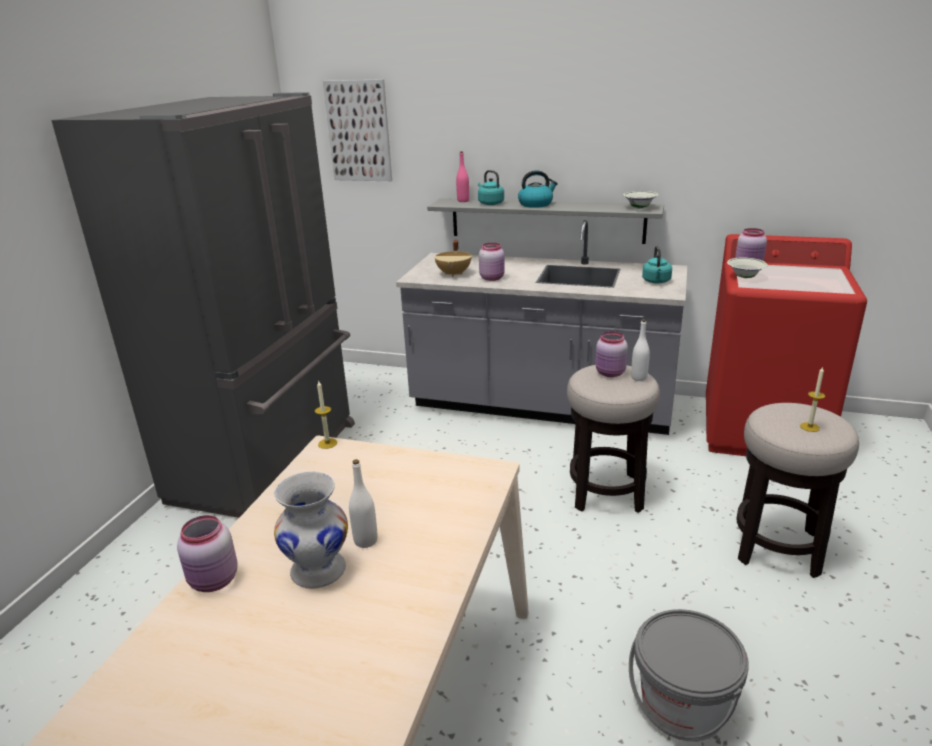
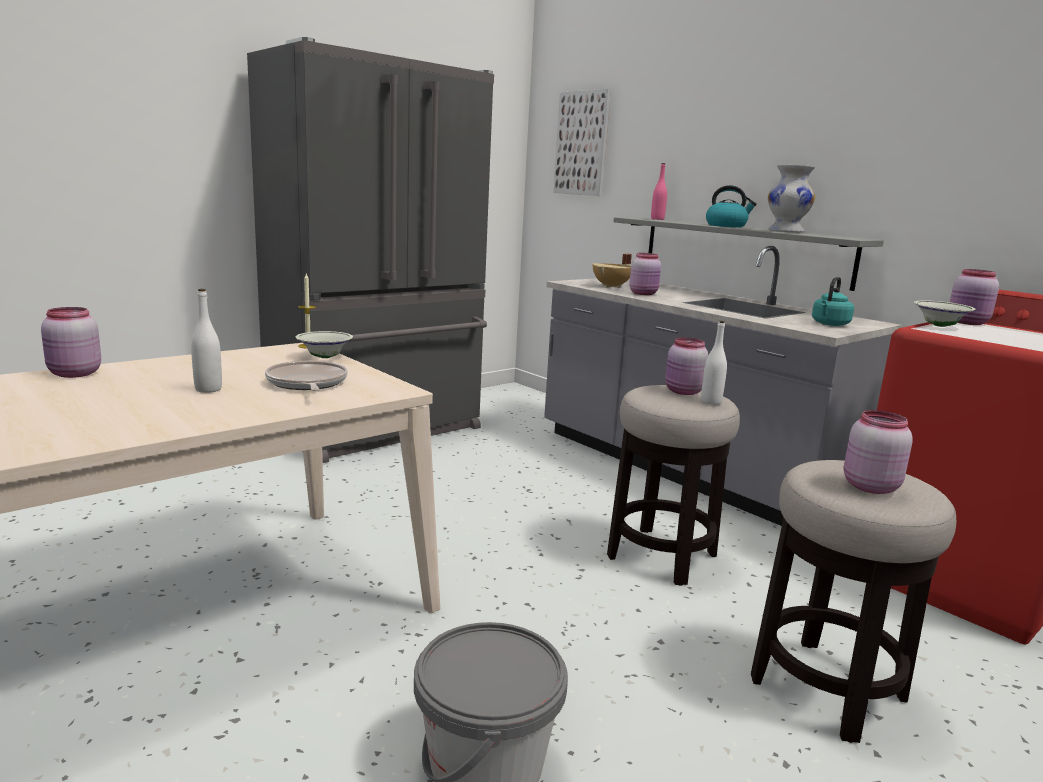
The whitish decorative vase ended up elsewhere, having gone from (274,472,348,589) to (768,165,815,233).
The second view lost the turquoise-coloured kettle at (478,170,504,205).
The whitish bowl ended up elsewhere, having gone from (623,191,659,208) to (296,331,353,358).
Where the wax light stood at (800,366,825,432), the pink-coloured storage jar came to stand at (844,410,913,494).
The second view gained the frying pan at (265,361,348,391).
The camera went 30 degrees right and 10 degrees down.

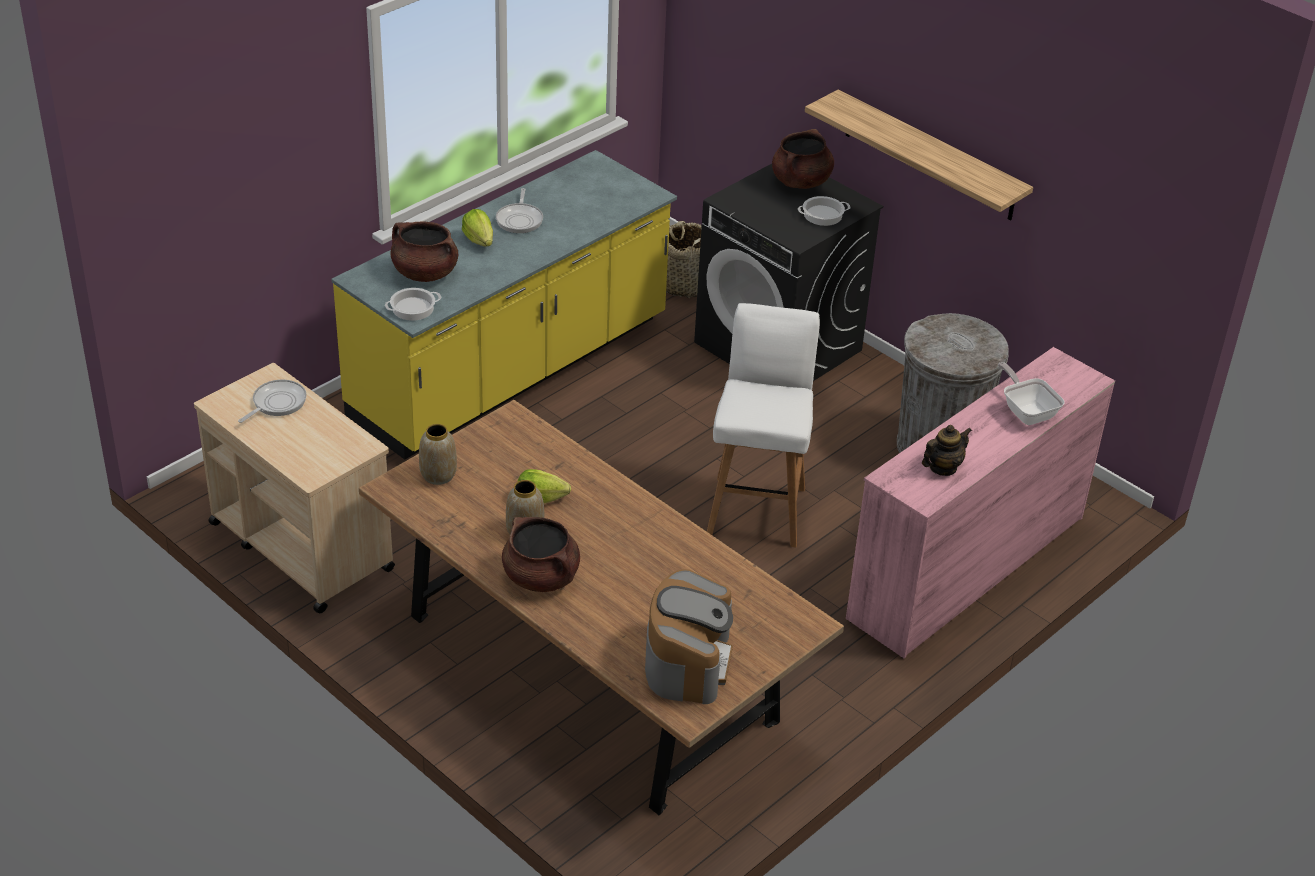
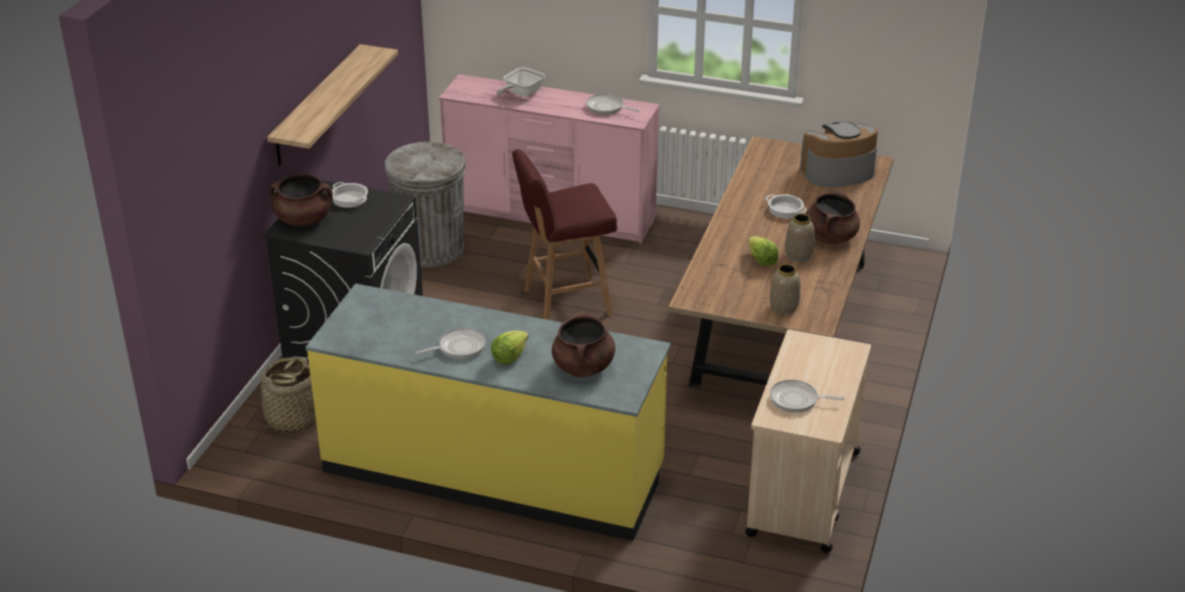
The cooking pot ended up elsewhere, having gone from (385,288,441,321) to (765,194,806,219).
What was the whitish sitting stool at (707,303,820,548) turned into the red sitting stool at (512,149,617,320).
Where the tea pot stood at (922,425,972,476), the frying pan came to stand at (586,94,640,115).
The camera went 115 degrees left and 5 degrees down.

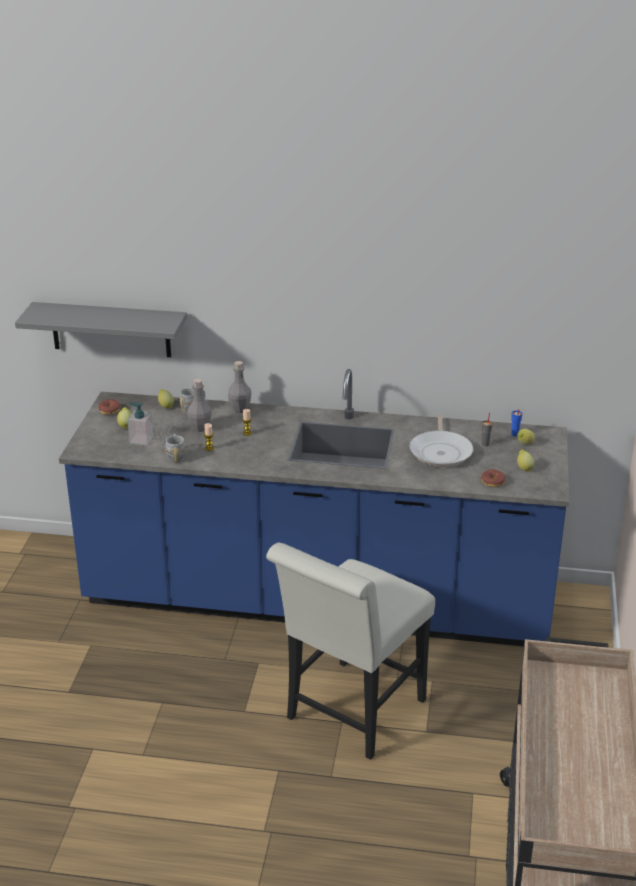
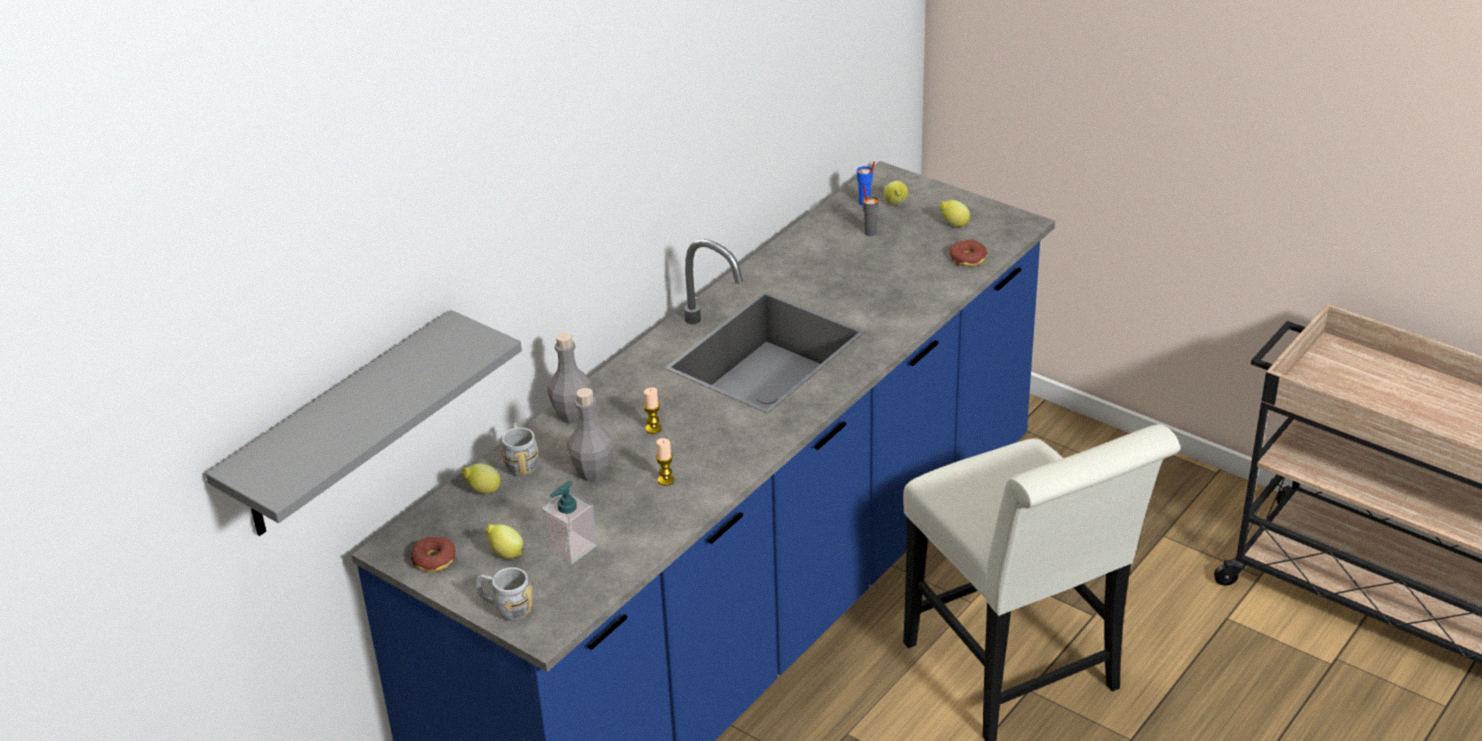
The grey tea mug ended up elsewhere, having gone from (165,434,186,463) to (475,567,532,621).
The second view lost the frying pan at (410,414,473,467).
The camera went 60 degrees left and 5 degrees up.

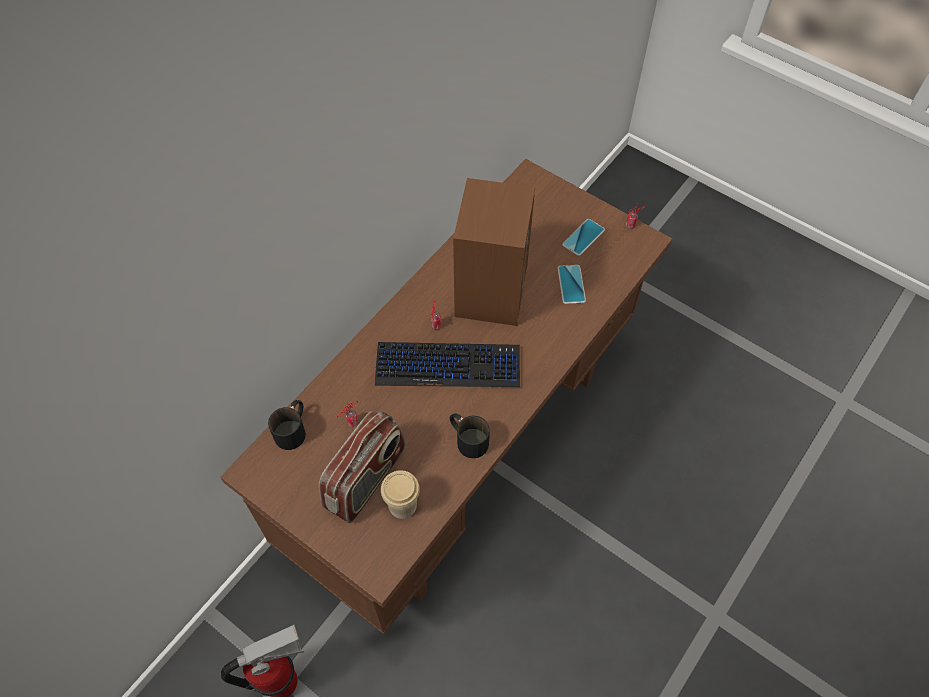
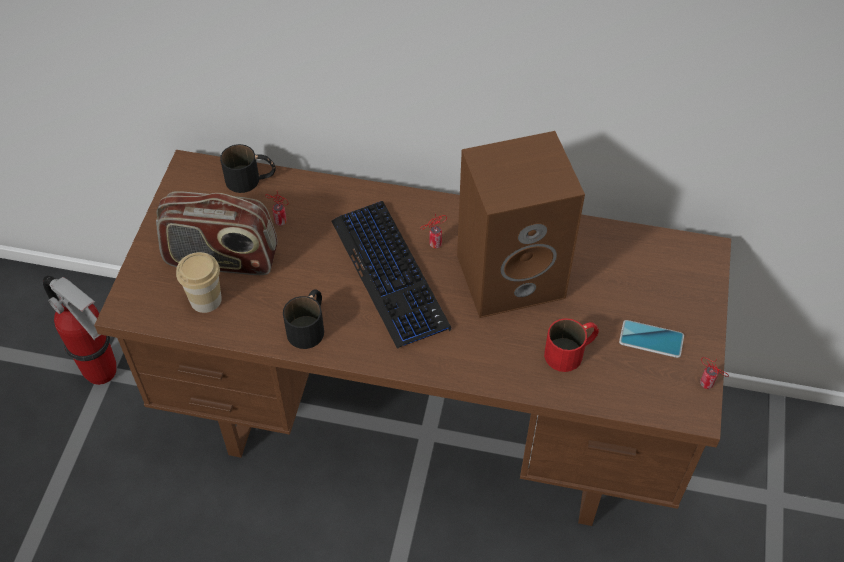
Where the phone stood at (558,265,586,304), the red tea mug came to stand at (544,318,599,372).
The camera went 65 degrees right and 5 degrees down.

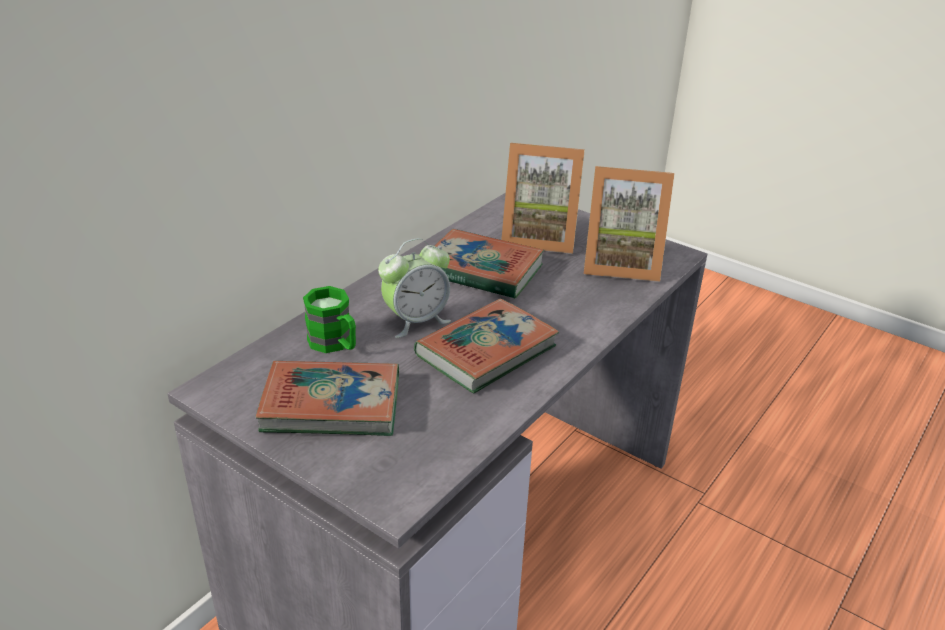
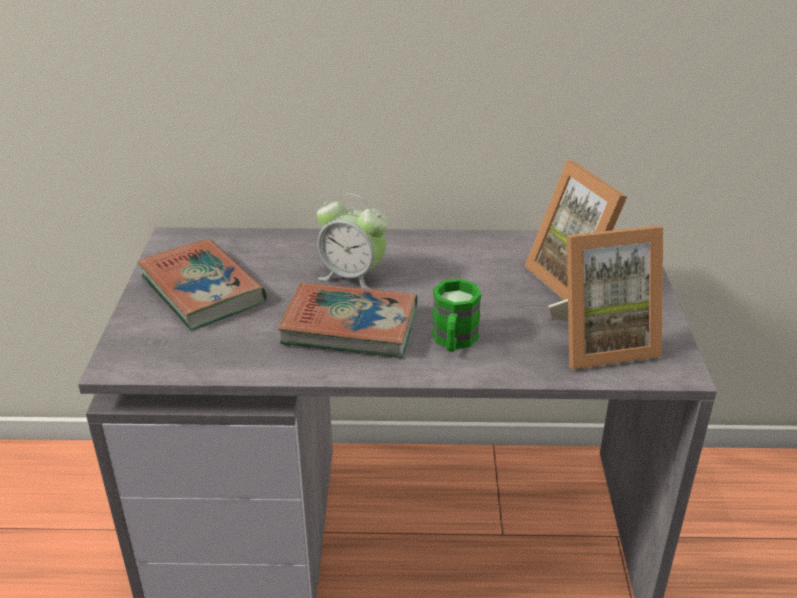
The green tea mug ended up elsewhere, having gone from (303,286,356,353) to (432,279,482,352).
The second view lost the volume at (435,229,544,299).
The standing frame at (584,166,674,282) ended up facing another way, 75 degrees counterclockwise from before.
The camera went 55 degrees right and 0 degrees up.

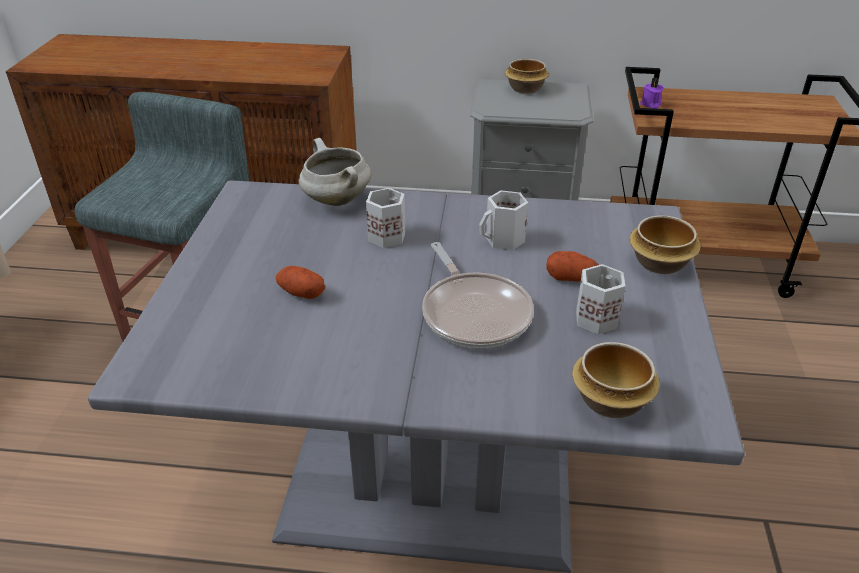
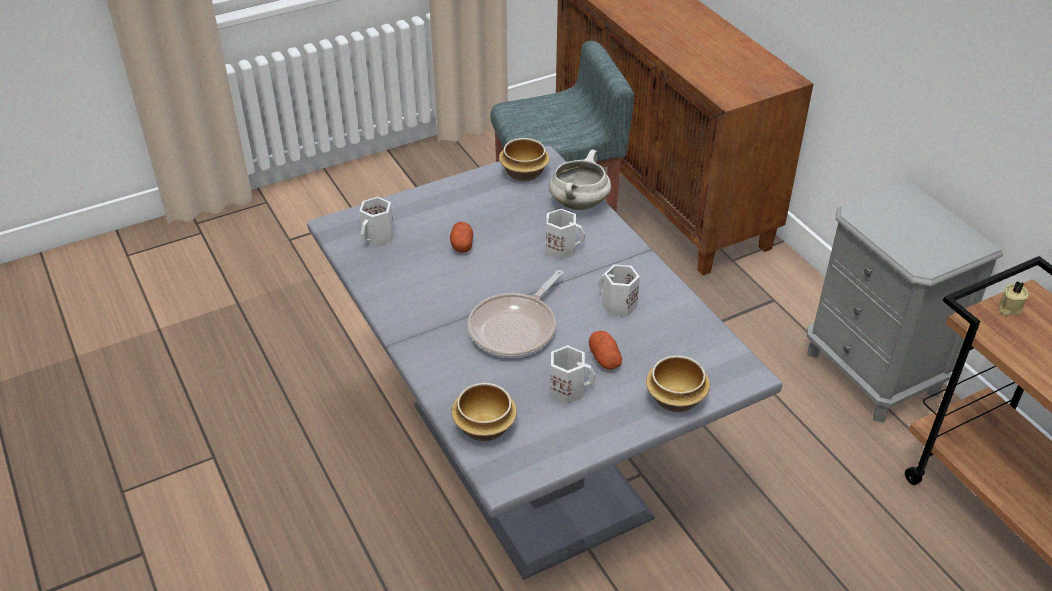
The bowl ended up elsewhere, having gone from (505,59,549,94) to (499,138,550,181).
What was the purple-coloured wax light at (640,78,664,109) turned into the sand-coloured wax light at (998,281,1029,316).
The second view gained the whitish tea mug at (359,197,394,247).
The camera went 55 degrees right and 5 degrees up.

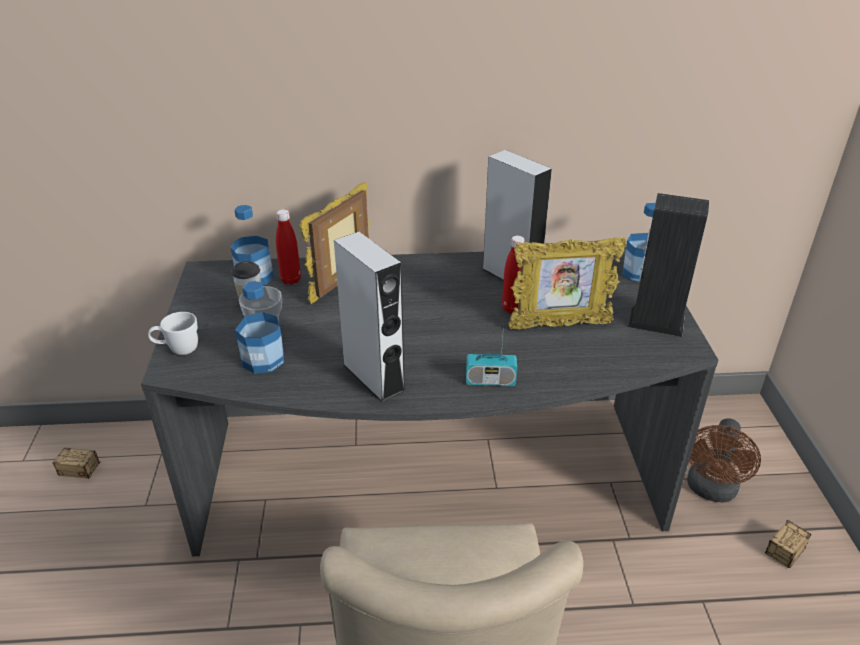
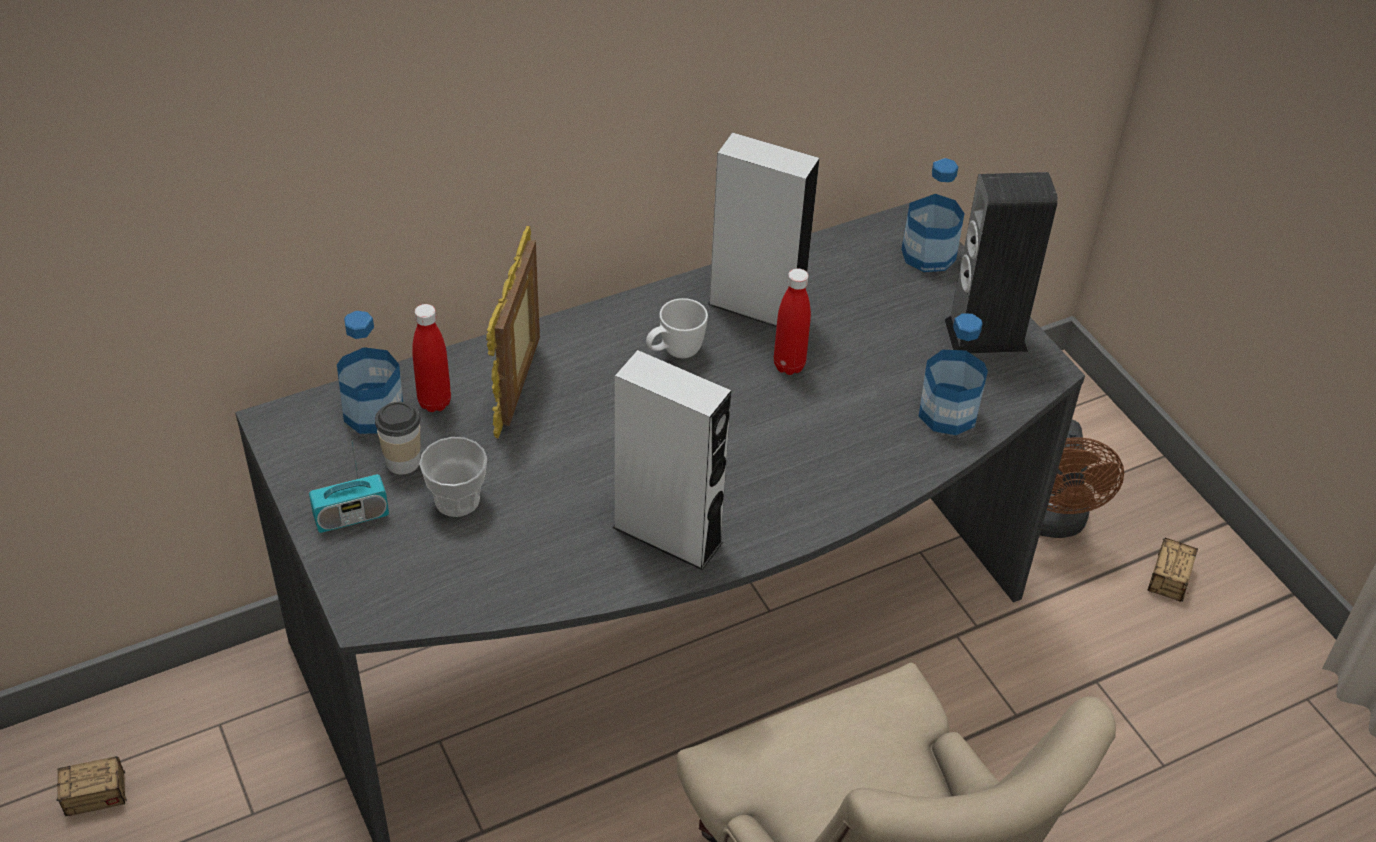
The whitish tea mug ended up elsewhere, having gone from (148,312,198,355) to (646,298,708,358).
The bottle ended up elsewhere, having gone from (235,281,284,374) to (919,313,988,435).
The radio set ended up elsewhere, having gone from (466,322,517,386) to (309,431,389,533).
The second view lost the standing frame at (508,238,627,330).
The camera went 25 degrees left and 10 degrees up.

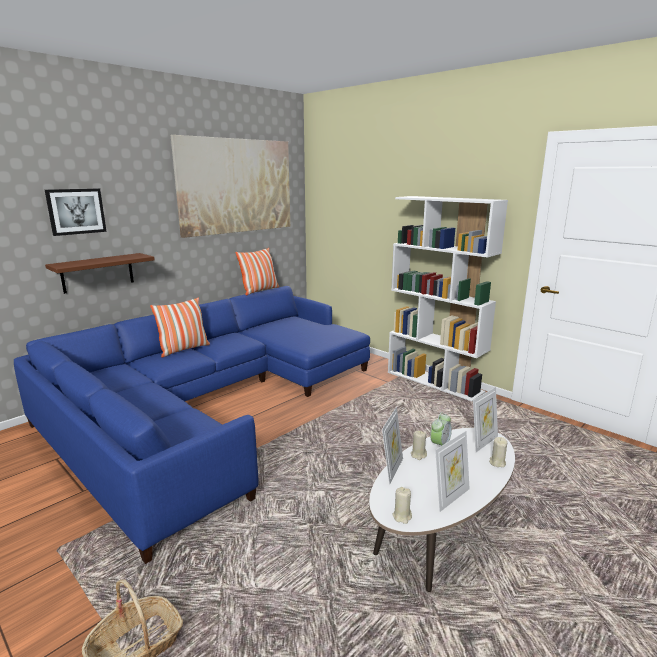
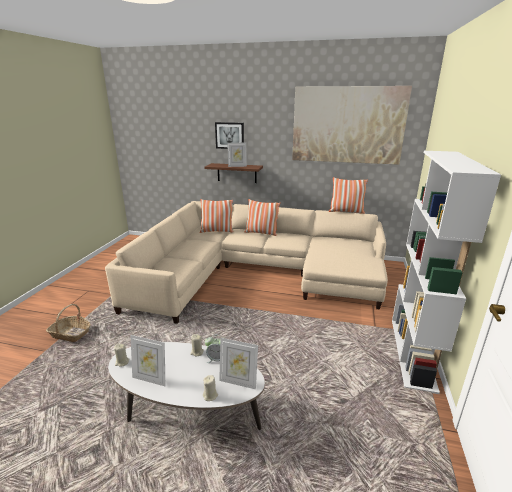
What was the bluish sofa at (14,286,370,564) turned into the sand-coloured sofa at (105,201,388,324).
The standing frame ended up elsewhere, having gone from (382,407,403,485) to (227,142,247,167).
The second view gained the cushion at (200,199,233,233).
The camera went 60 degrees right and 5 degrees up.

